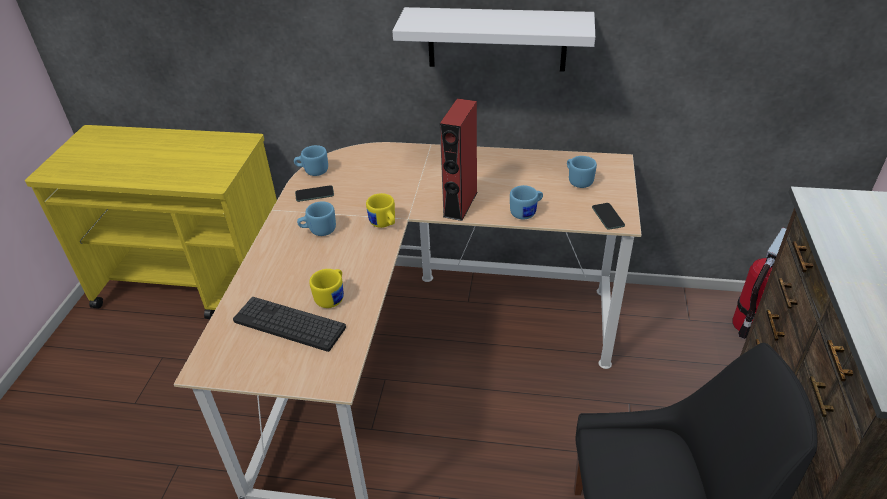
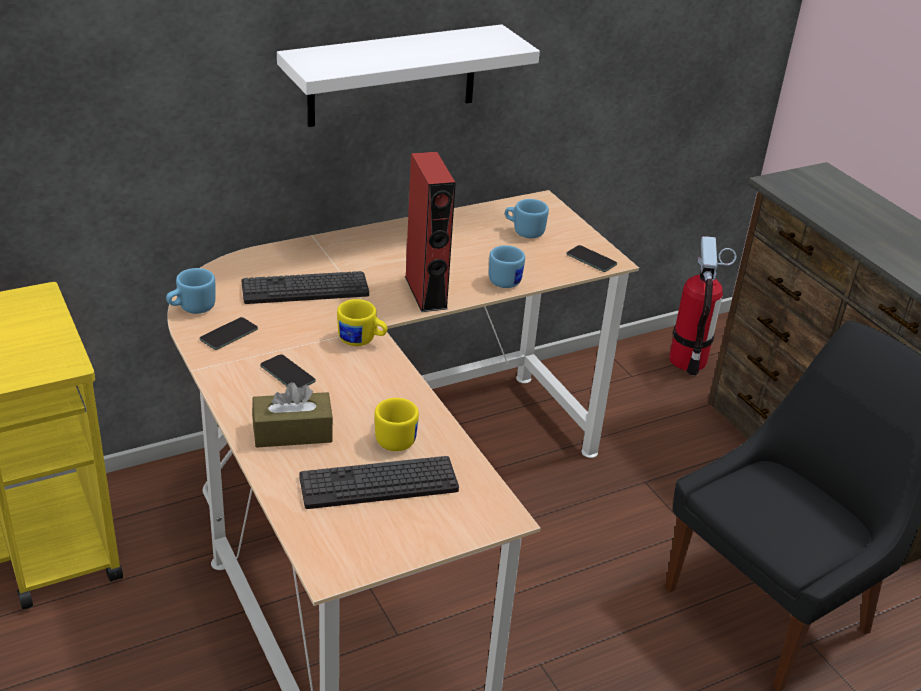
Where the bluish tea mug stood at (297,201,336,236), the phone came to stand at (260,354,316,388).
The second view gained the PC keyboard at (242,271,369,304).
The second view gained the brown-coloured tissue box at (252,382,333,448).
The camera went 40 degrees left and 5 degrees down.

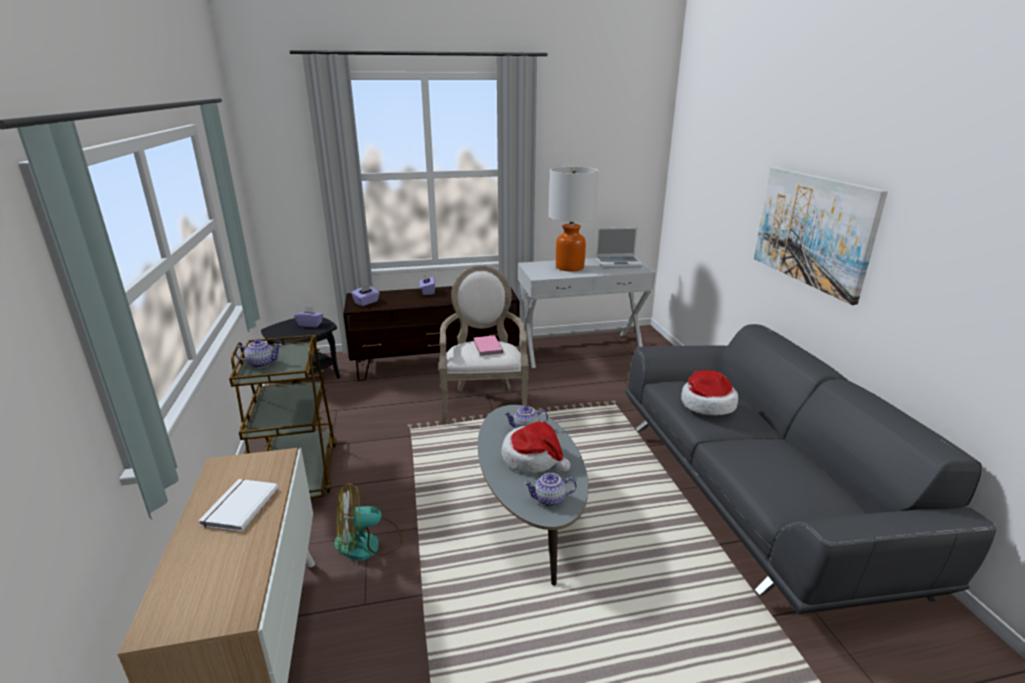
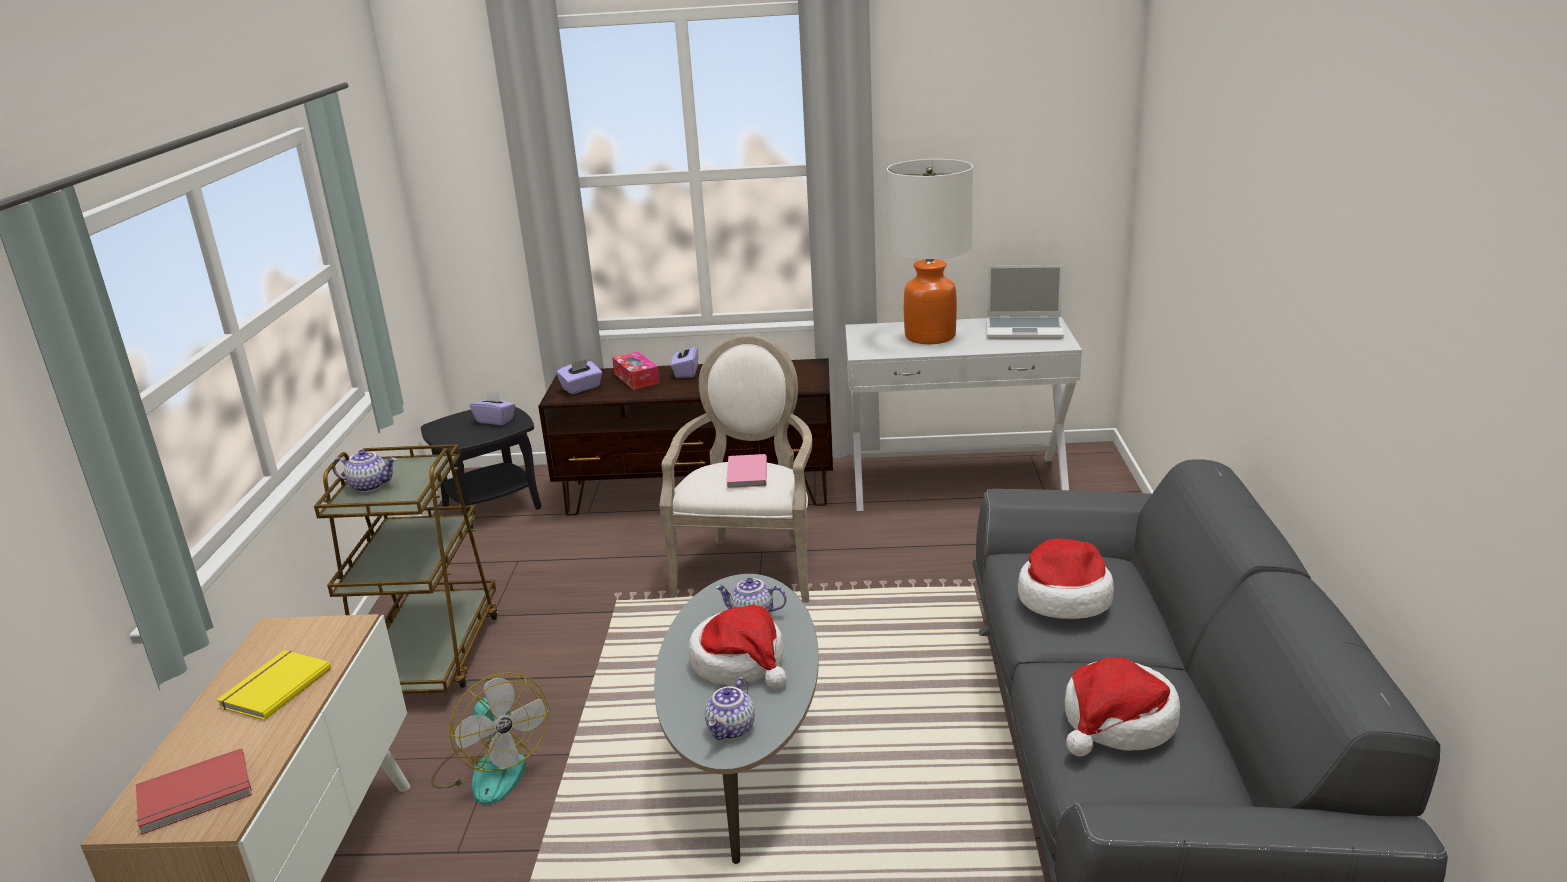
What was the whitish volume at (198,479,279,532) turned into the yellow volume at (217,650,331,720).
The electric fan at (334,483,403,561) ended up facing another way, 120 degrees counterclockwise from before.
The tea pot at (524,473,577,507) ended up facing another way, 75 degrees counterclockwise from before.
The second view lost the wall picture at (754,167,888,305).
The second view gained the red volume at (136,748,252,835).
The second view gained the tissue box at (612,352,660,390).
The second view gained the clothing hat at (1065,657,1180,757).
The camera went 15 degrees right and 0 degrees up.

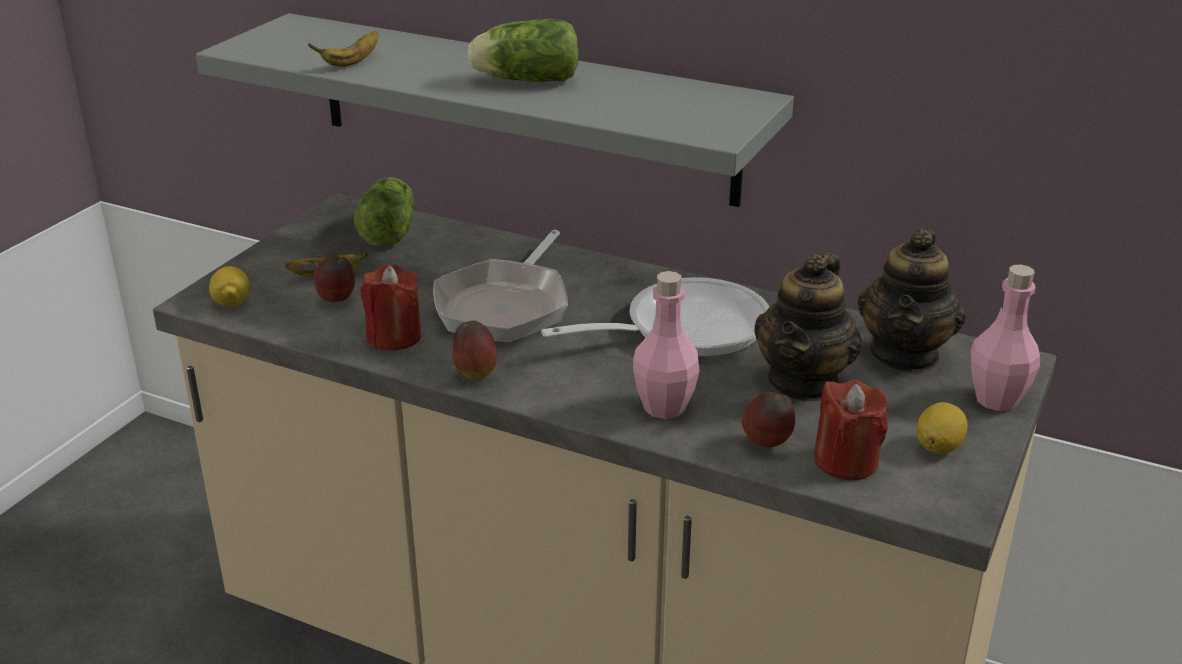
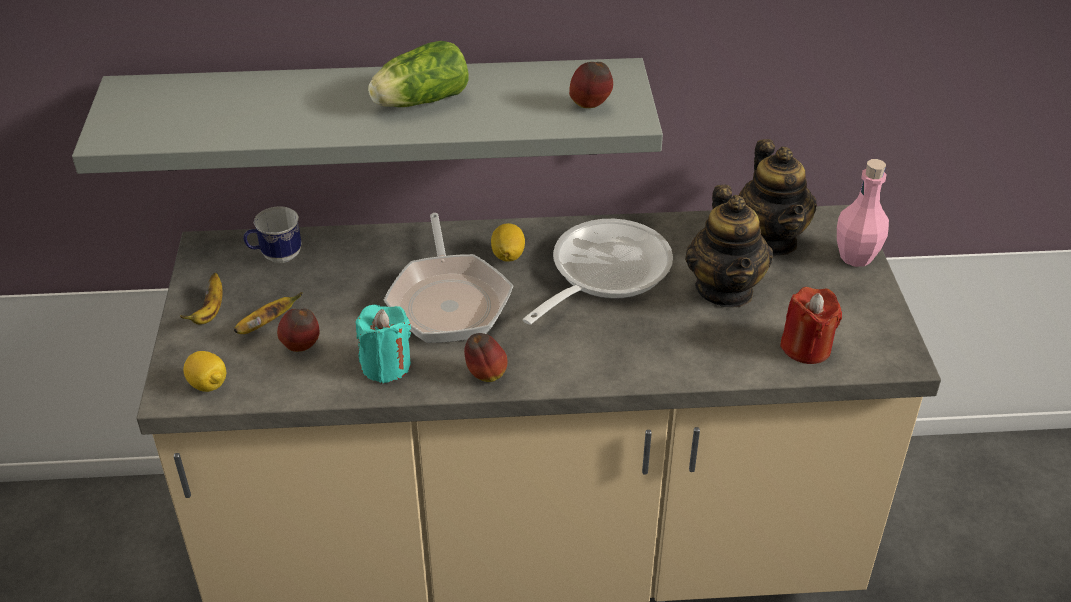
The banana fruit ended up elsewhere, having gone from (308,31,378,67) to (180,273,222,325).
Where the head of lettuce stood at (354,177,414,246), the tea mug came to stand at (244,206,301,263).
What was the red wax light at (360,264,421,351) turned into the turquoise-coloured wax light at (356,305,411,383).
The second view lost the pink-coloured bottle at (633,271,700,419).
The apple fruit ended up elsewhere, having gone from (742,392,795,448) to (569,62,613,108).
The citrus fruit ended up elsewhere, having gone from (917,402,968,454) to (491,223,525,261).
The camera went 30 degrees left and 10 degrees up.

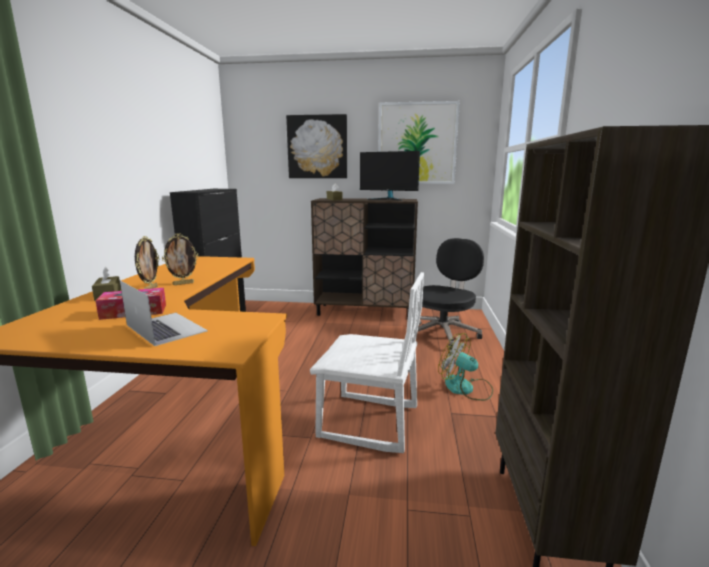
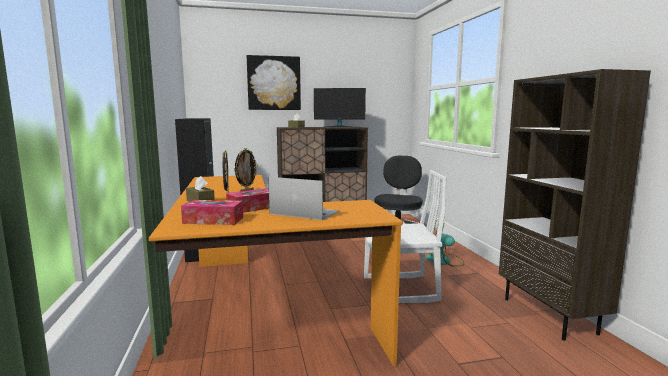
The second view lost the wall picture at (378,101,460,184).
The second view gained the tissue box at (181,200,243,225).
The camera went 20 degrees left and 5 degrees down.

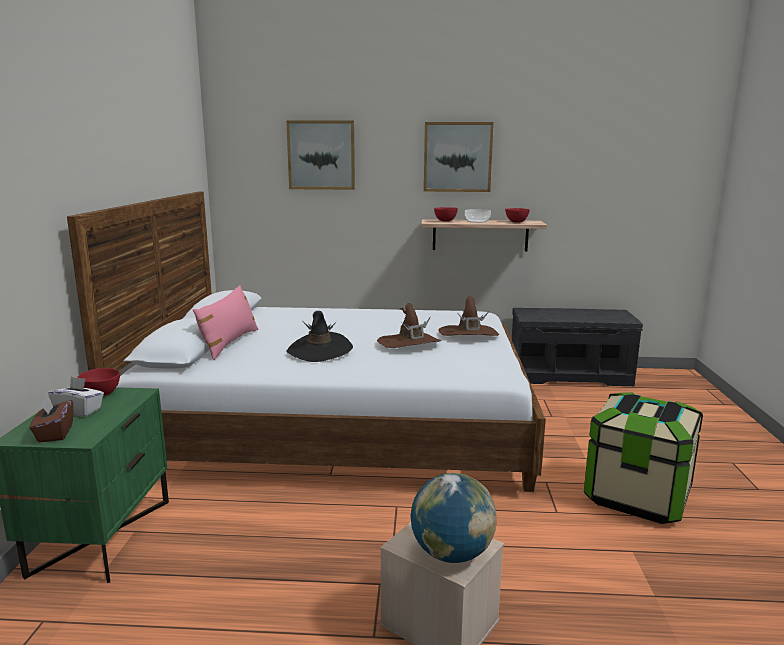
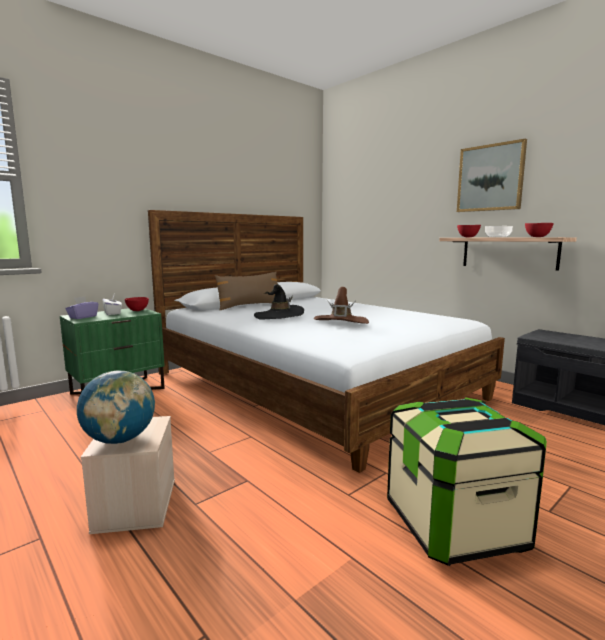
What was the brown-coloured tissue box at (30,396,73,442) turned into the purple-coloured tissue box at (65,296,98,319).
What was the pink-coloured cushion at (193,285,258,360) turned into the brown-coloured cushion at (215,272,278,310).
The second view lost the wall picture at (286,120,355,190).
The second view lost the brown-coloured clothing hat at (439,296,499,336).
The camera went 45 degrees right and 5 degrees down.

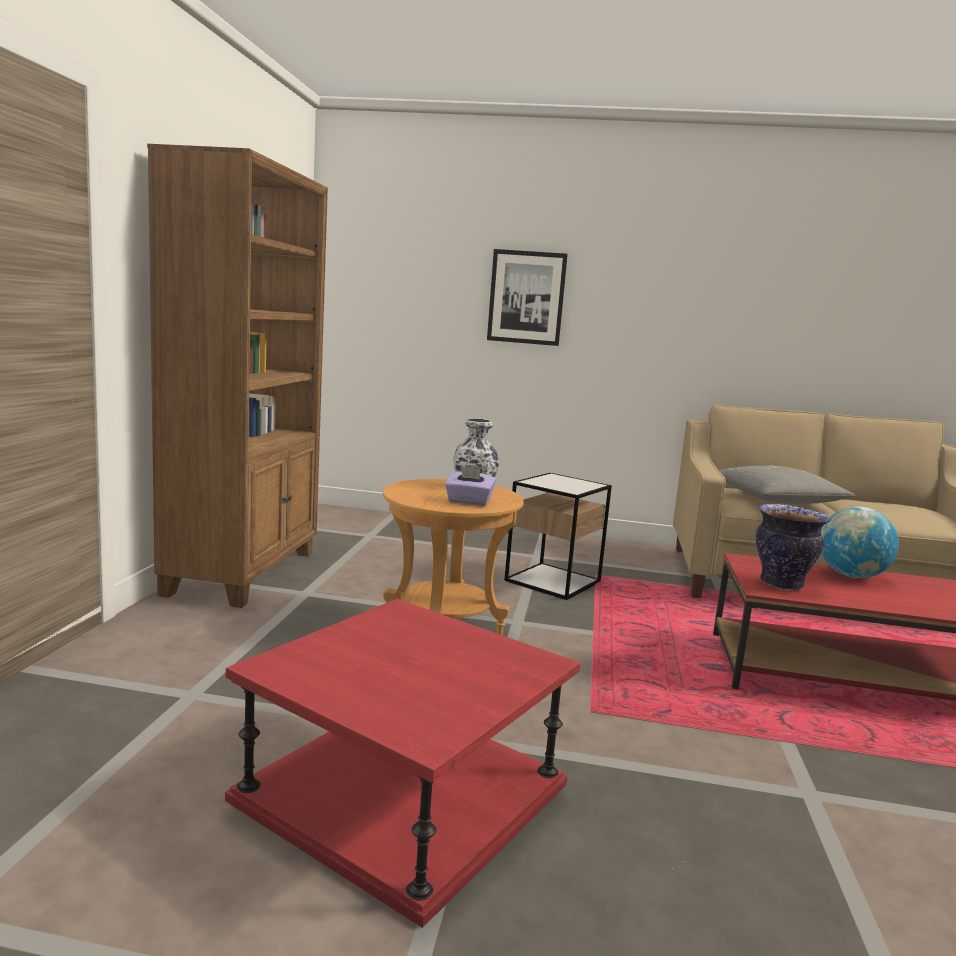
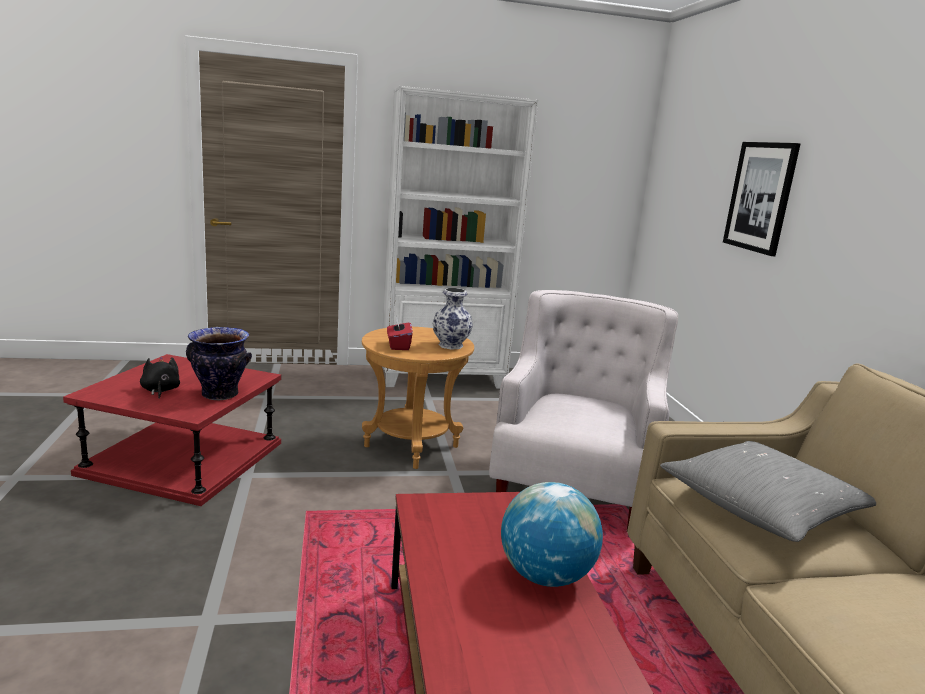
What was the brown-coloured bookcase at (147,144,328,608) turned into the whitish bookcase at (382,86,538,389).
What was the purple-coloured tissue box at (445,466,496,506) turned into the red tissue box at (387,318,413,350).
Where the side table stood at (504,473,612,600), the whitish easy chair came to stand at (489,290,678,530).
The decorative vase ended up elsewhere, having gone from (756,504,831,590) to (186,327,252,400).
The second view gained the blackish cuddly toy at (140,357,180,399).
The camera went 70 degrees right and 5 degrees up.

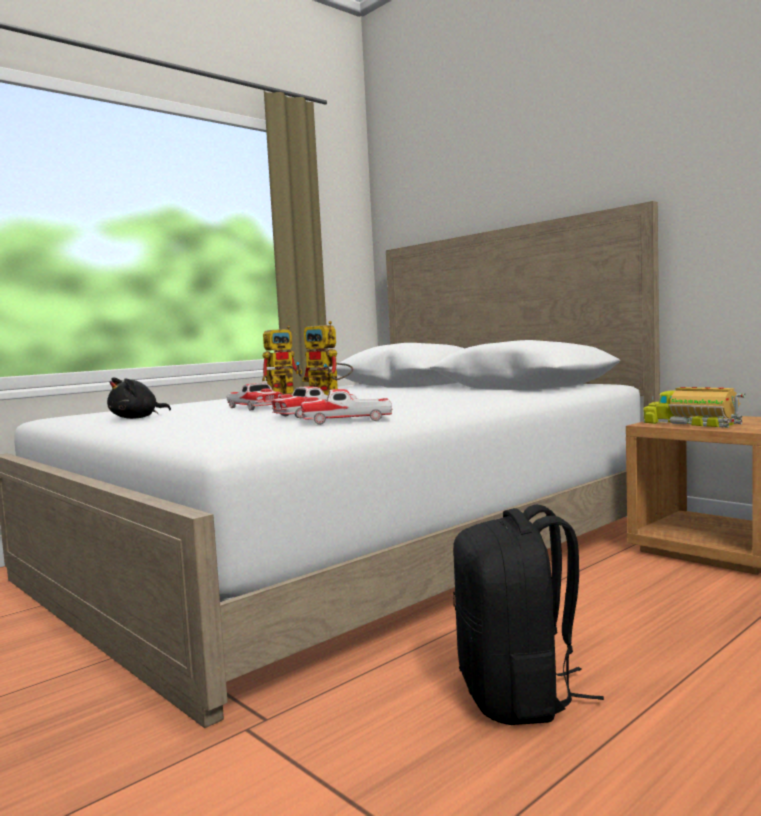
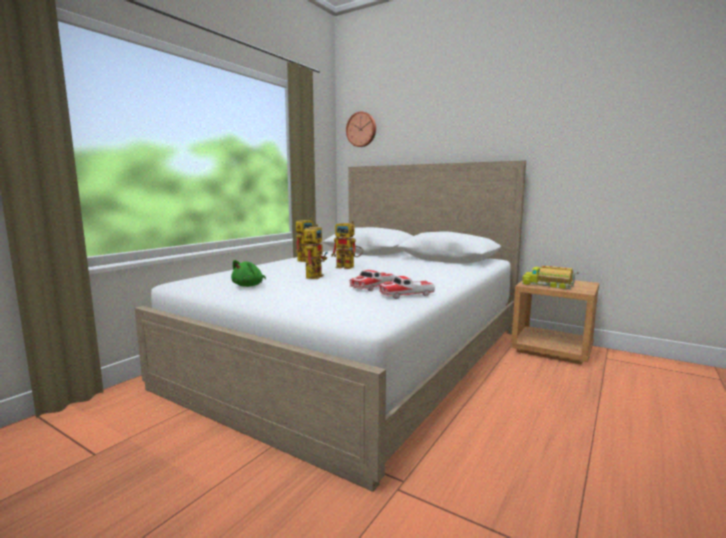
What was the blackish cuddly toy at (107,377,171,419) turned into the green cuddly toy at (231,260,266,287).
Where the toy car stood at (227,383,283,410), the model robot came to stand at (304,224,328,279).
The second view lost the blackish backpack at (453,504,604,725).
The second view gained the clock on the wall at (346,112,376,147).
The camera went 15 degrees left and 5 degrees up.

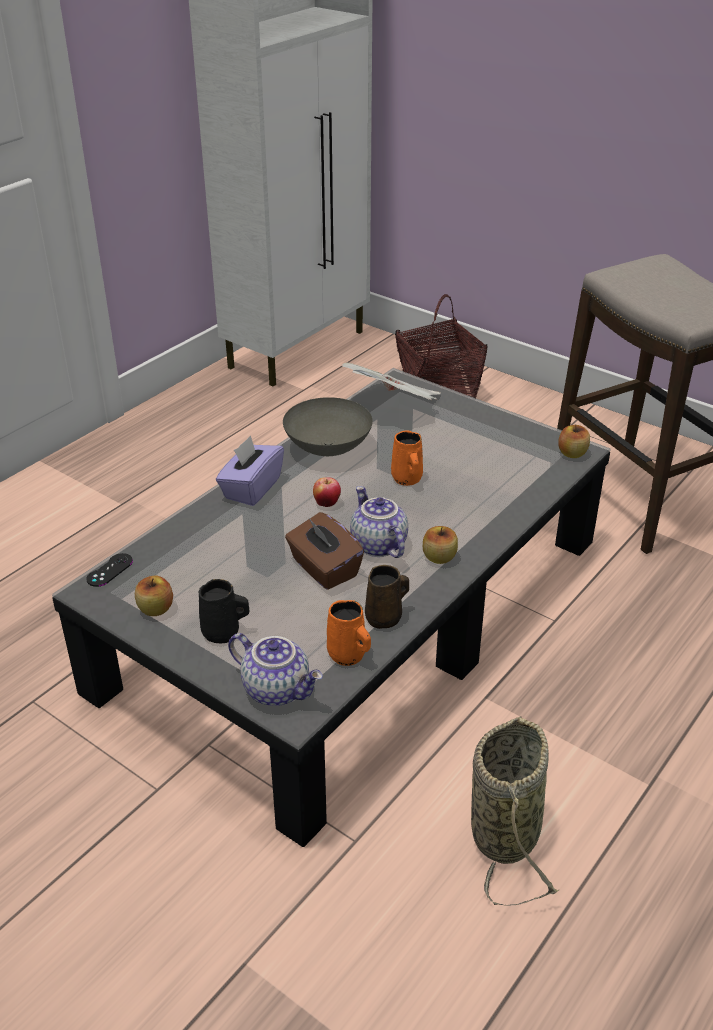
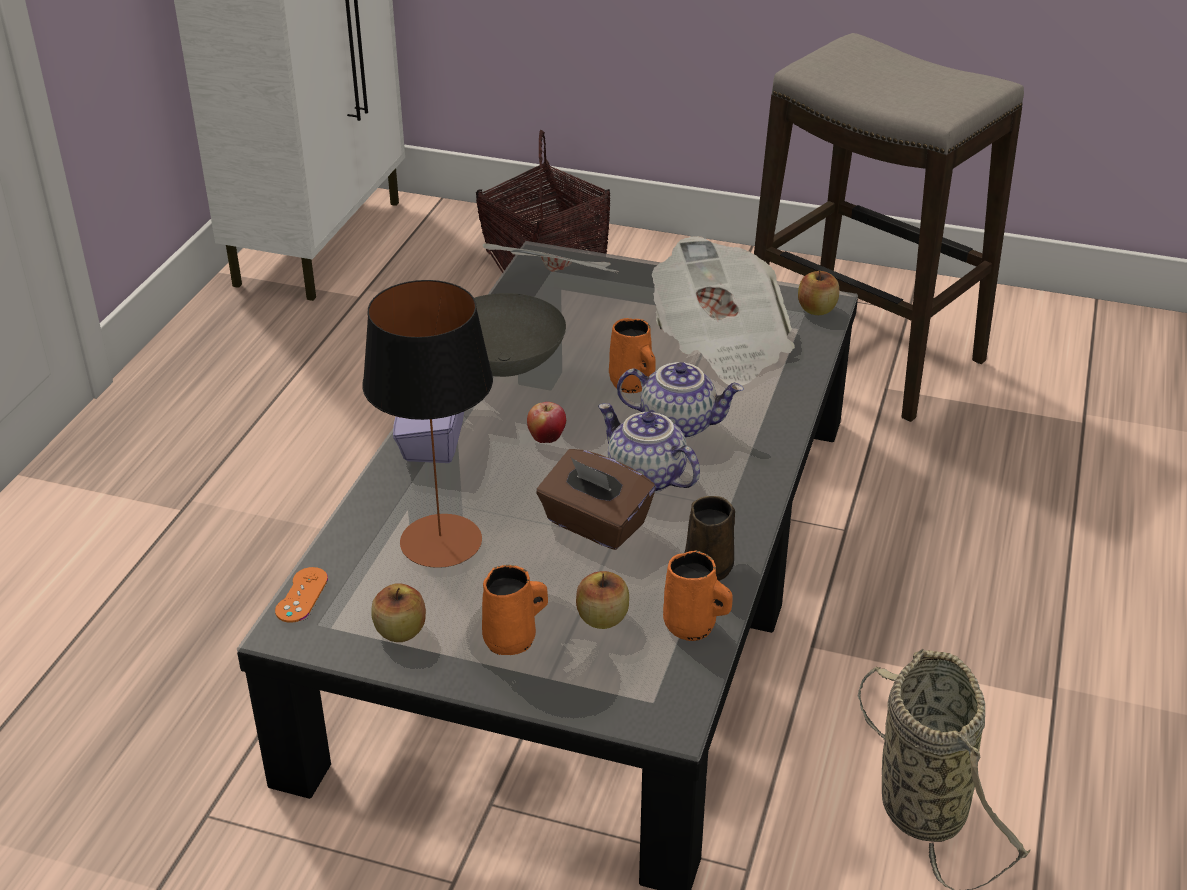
What was the blackish gamepad at (86,553,133,587) turned into the orange-coloured gamepad at (275,567,328,623).
What was the blackish tea mug at (199,579,249,644) turned into the orange-coloured tea mug at (482,565,548,655).
The tea pot ended up elsewhere, having gone from (228,633,323,706) to (617,362,744,439).
The apple fruit ended up elsewhere, having gone from (423,526,458,564) to (576,571,629,629).
The second view gained the table lamp at (362,280,493,568).
The second view gained the printed paper at (652,236,795,386).
The camera went 20 degrees left and 0 degrees up.

